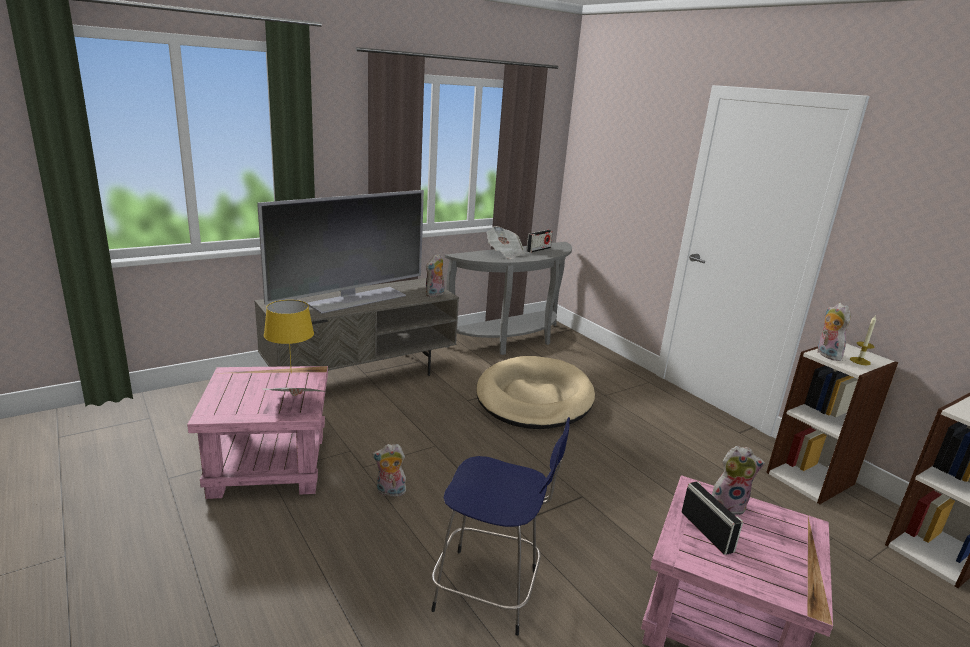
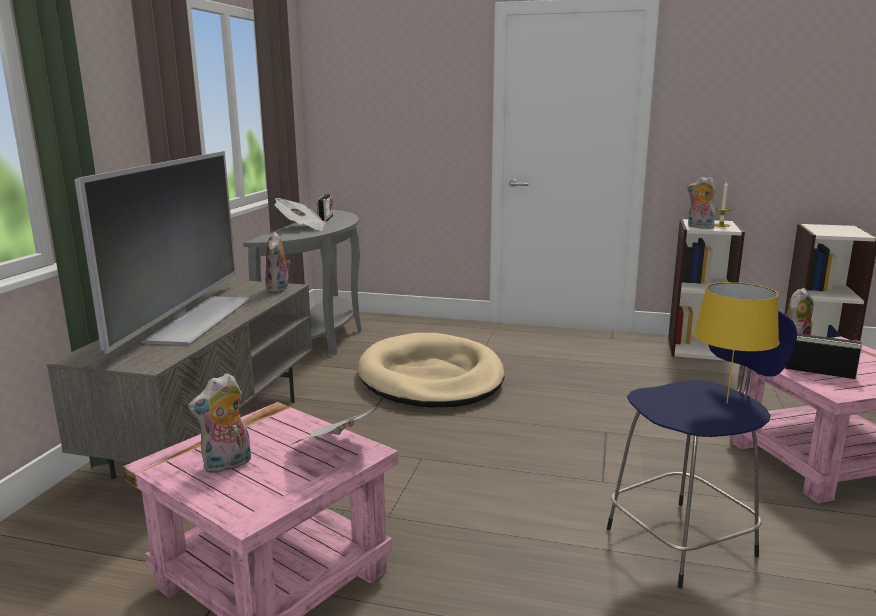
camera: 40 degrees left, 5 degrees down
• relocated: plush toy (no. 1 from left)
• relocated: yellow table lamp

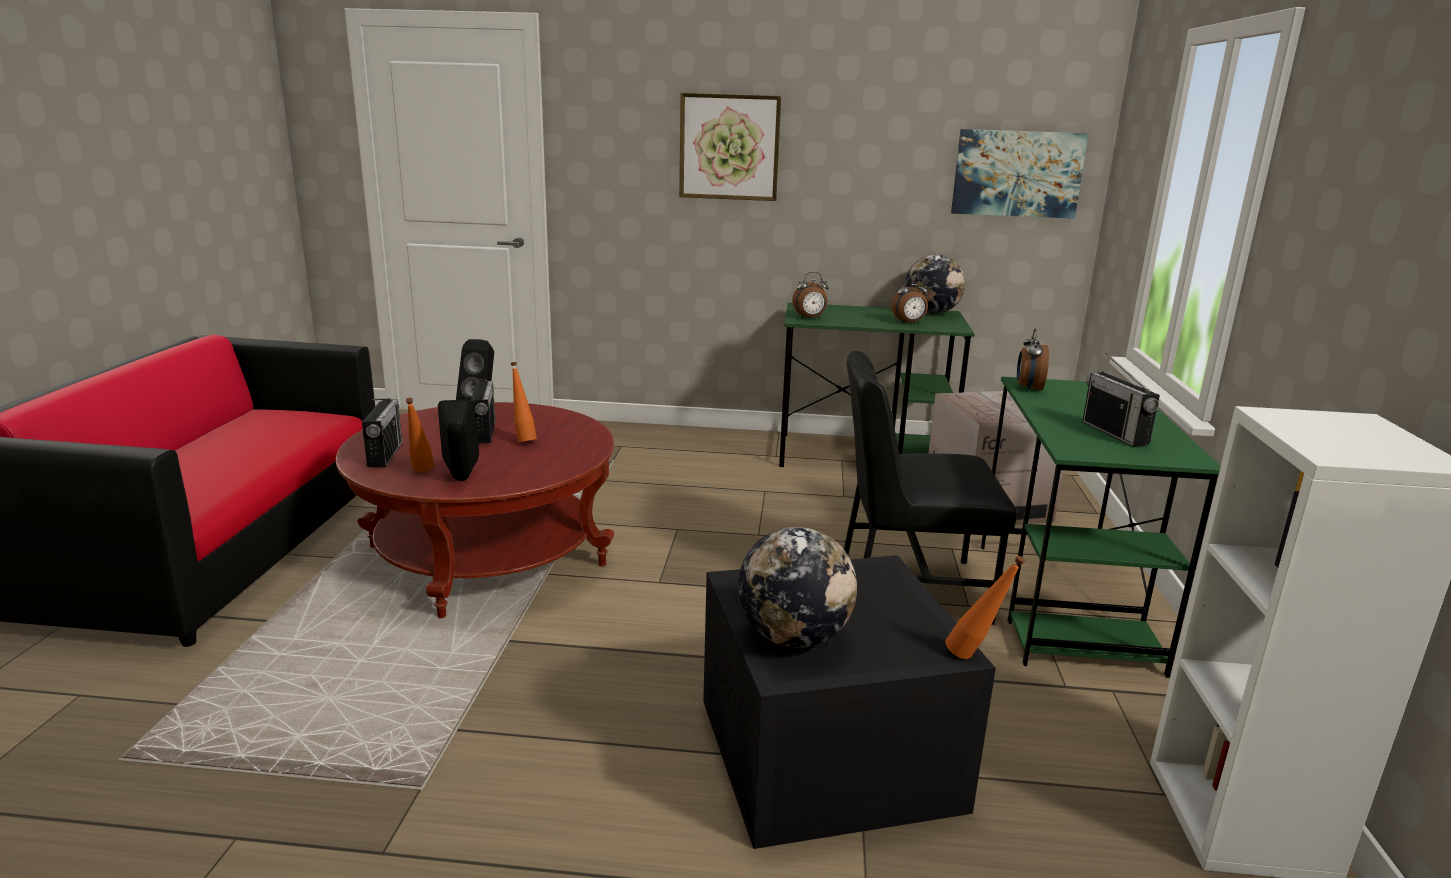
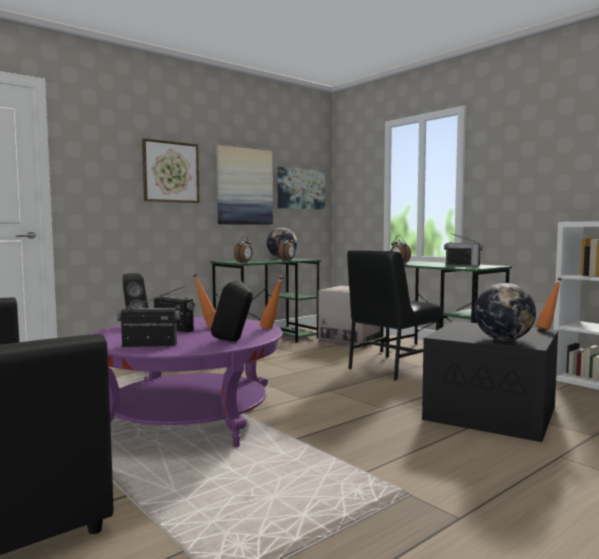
camera: 45 degrees left, 15 degrees down
• colour: red coffee table to purple coffee table
• spun: radio (no. 1 from left) 45 degrees counterclockwise
• appeared: picture (no. 2 from left)
• relocated: orange bottle (no. 1 from left in the first image) to orange bottle (no. 2 from left)

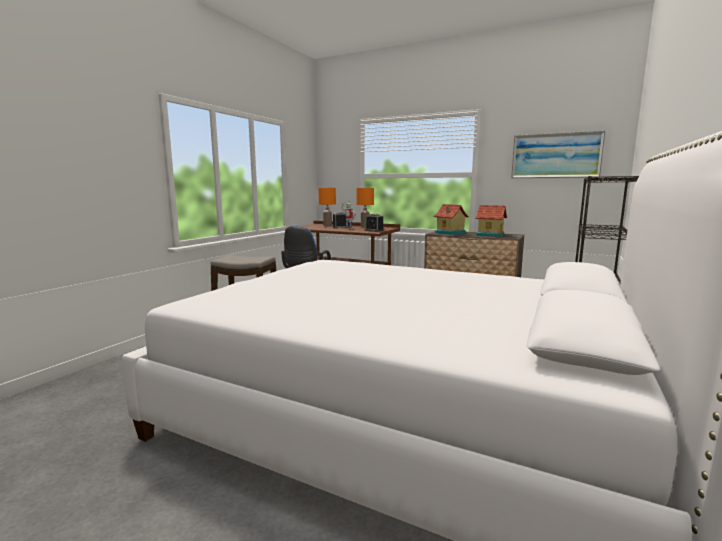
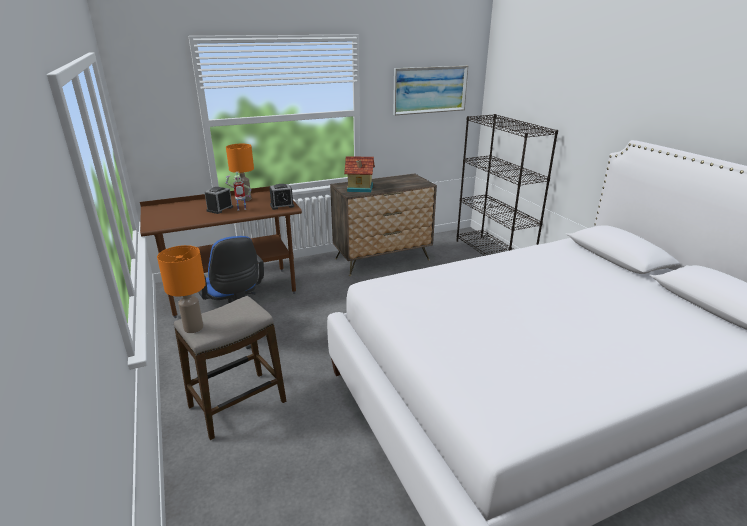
camera: 50 degrees left, 15 degrees up
• relocated: orange table lamp (no. 1 from left)
• missing: toy house (no. 2 from left)

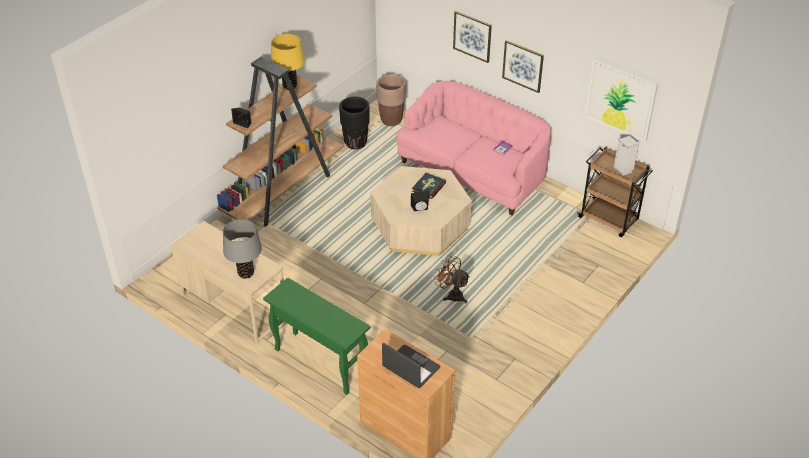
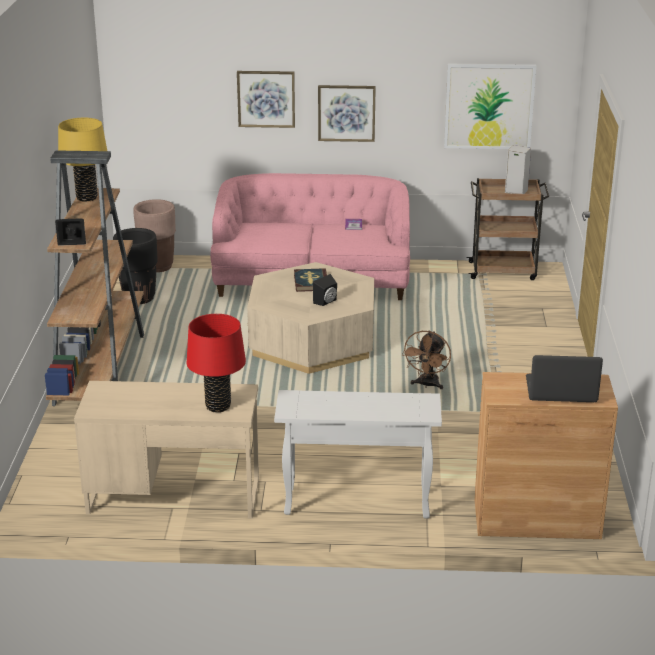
camera: 35 degrees left, 15 degrees down
• colour: grey table lamp to red table lamp
• colour: green console table to white console table
• spun: brown fan 75 degrees counterclockwise

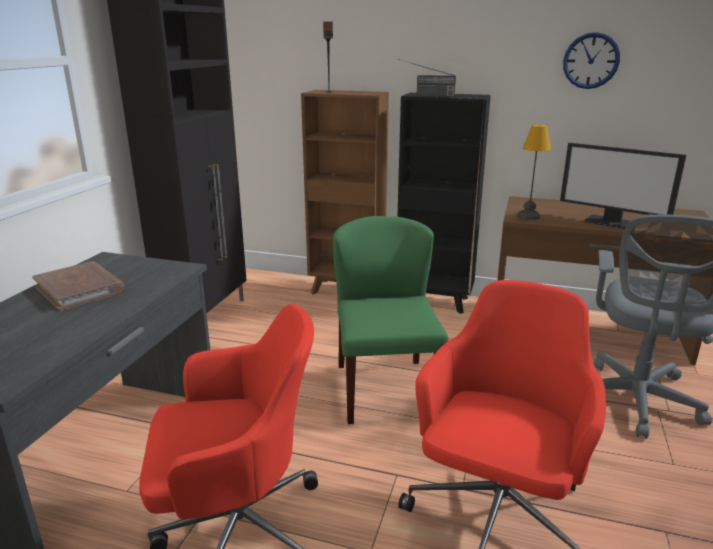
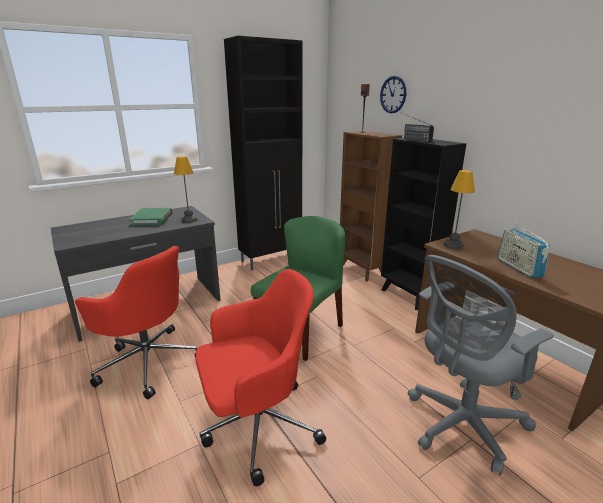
camera: 40 degrees right, 0 degrees up
• colour: brown book to green book
• appeared: table lamp (no. 1 from left)
• relocated: wall clock
• exchanged: monitor to radio (no. 2 from left)

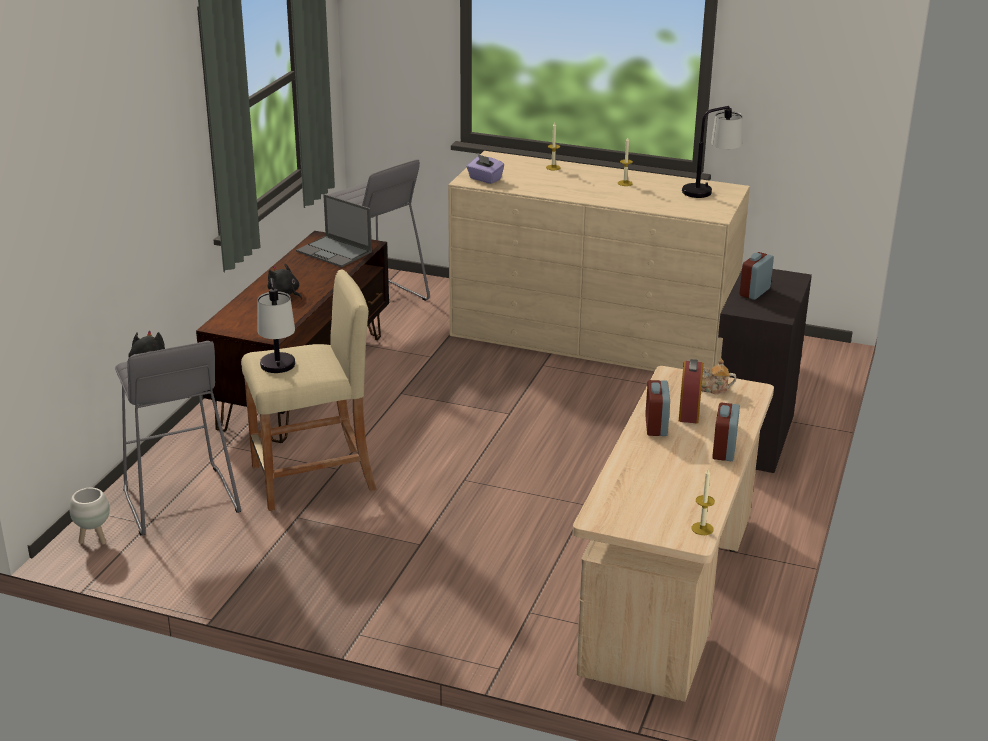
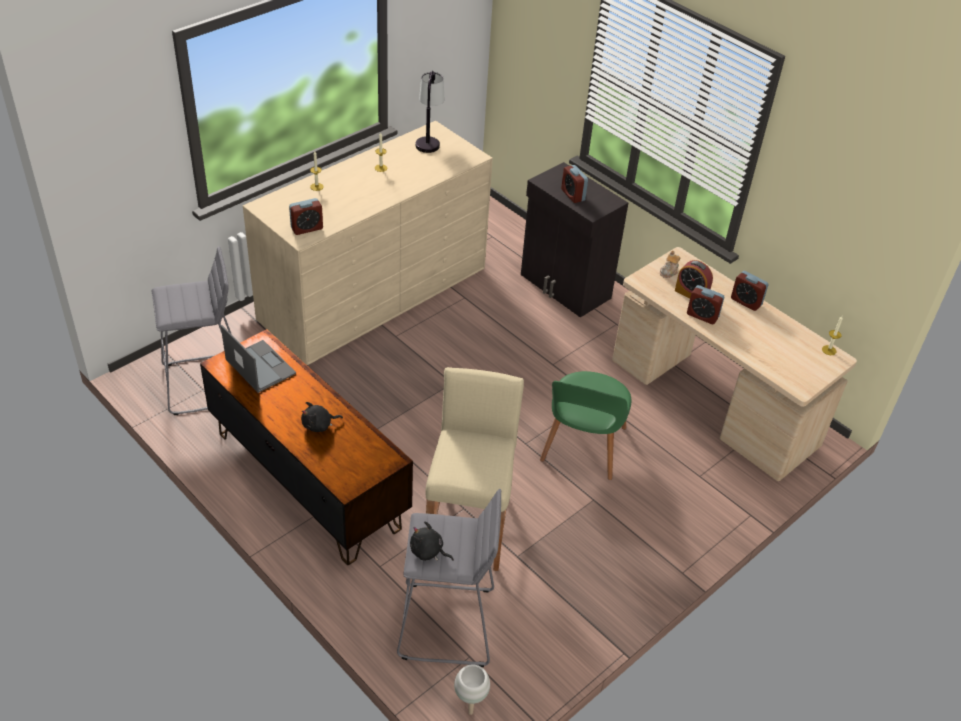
camera: 65 degrees left, 15 degrees up
• spun: laptop 105 degrees counterclockwise
• exchanged: purple tissue box to alarm clock (no. 1 from left)
• appeared: green chair
• missing: table lamp (no. 1 from left)

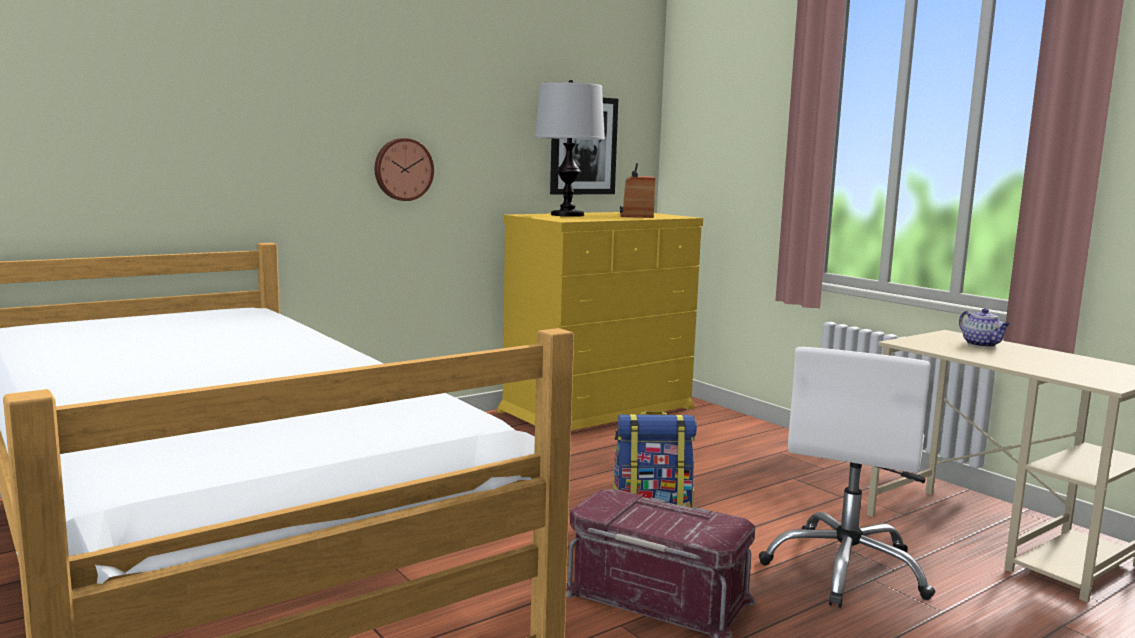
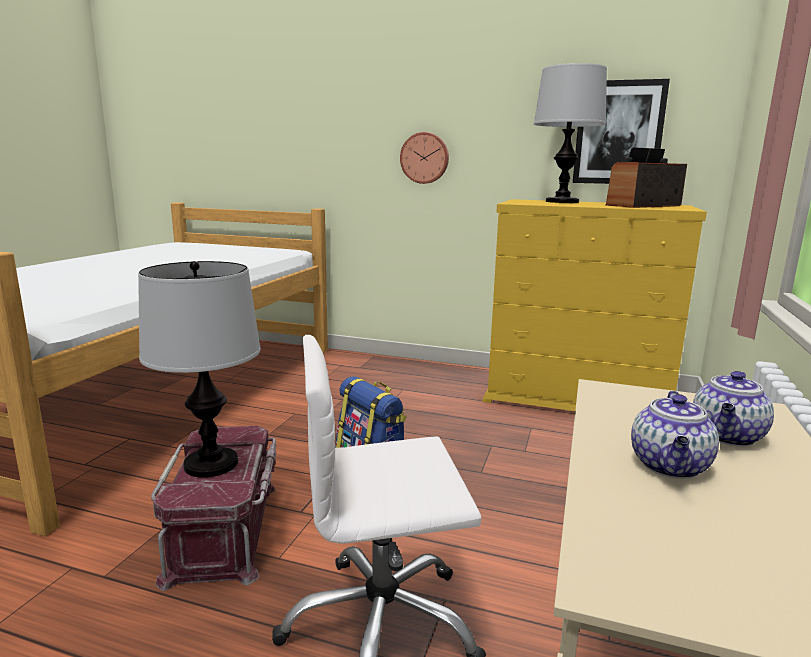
camera: 55 degrees right, 5 degrees up
• appeared: table lamp (no. 1 from left)
• appeared: teapot (no. 1 from left)

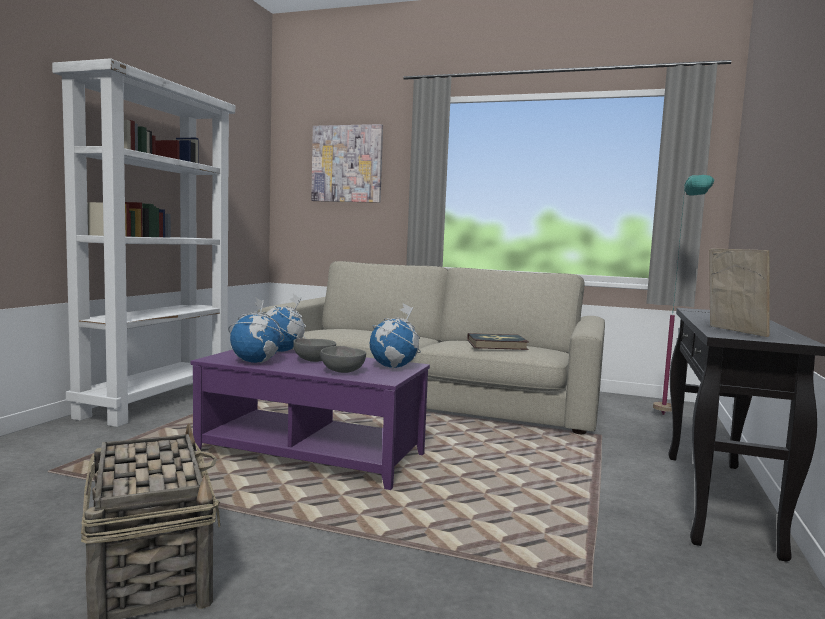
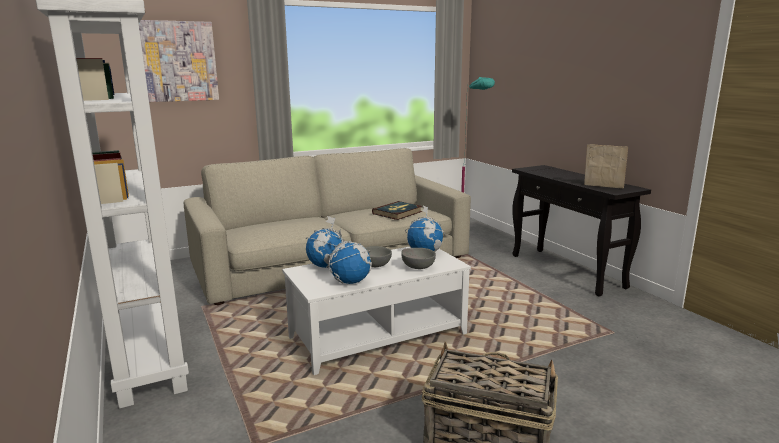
camera: 45 degrees left, 10 degrees up
• colour: purple coffee table to white coffee table

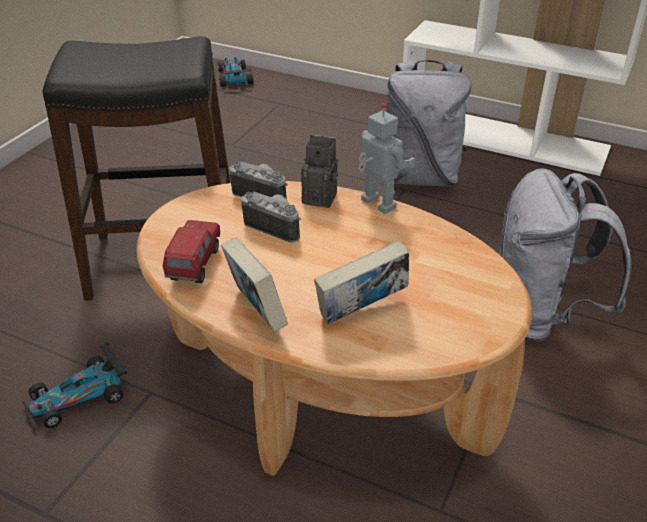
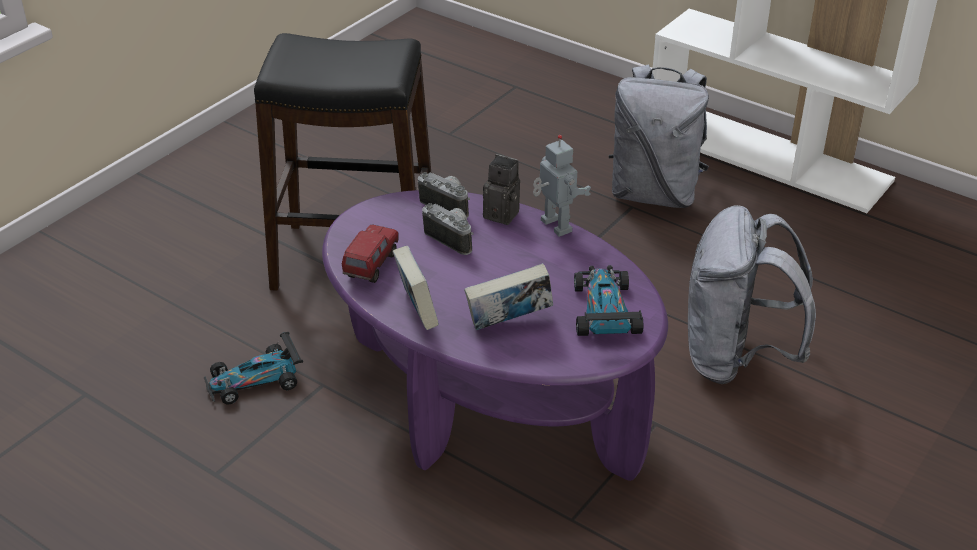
camera: 10 degrees right, 0 degrees up
• colour: brown coffee table to purple coffee table
• relocated: toy car (no. 2 from left)

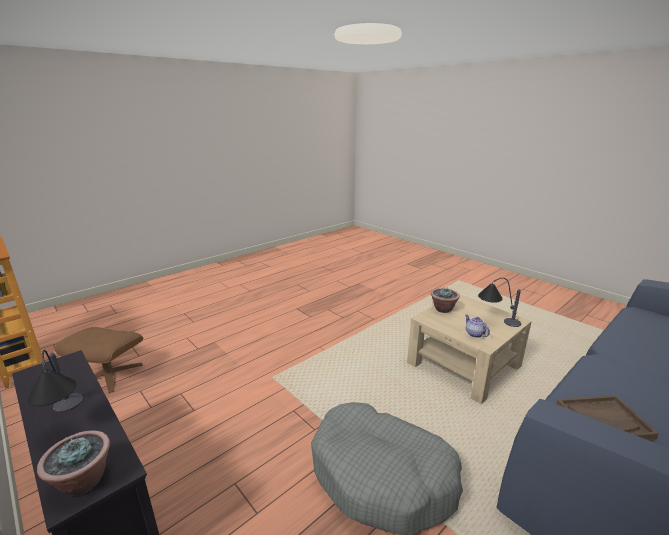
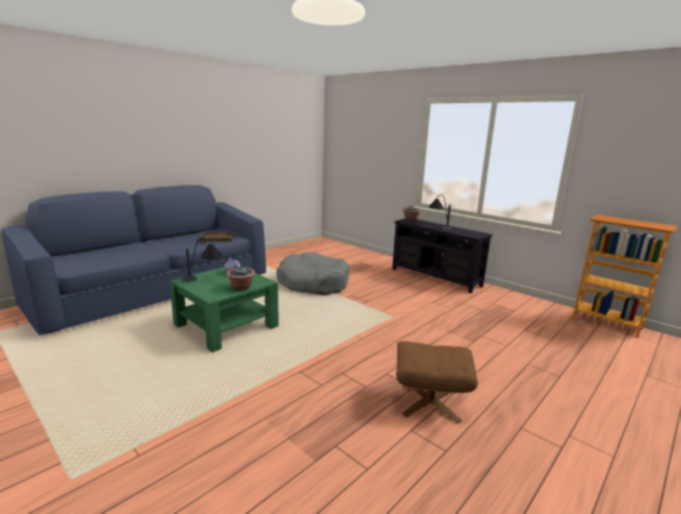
camera: 175 degrees right, 5 degrees down
• colour: beige coffee table to green coffee table
• relocated: brown ottoman

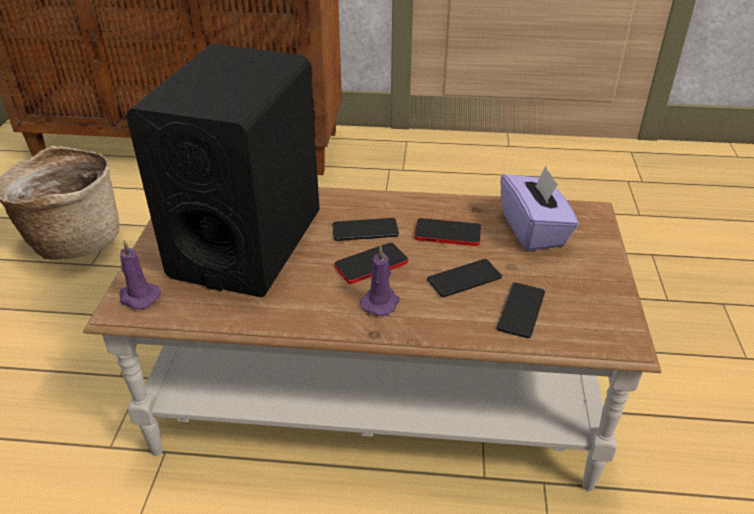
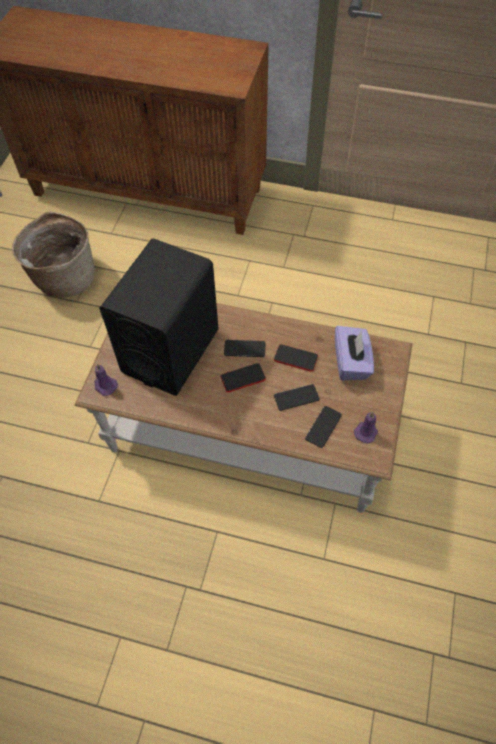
camera: 10 degrees right, 20 degrees up
• relocated: purple candle (no. 2 from left)

